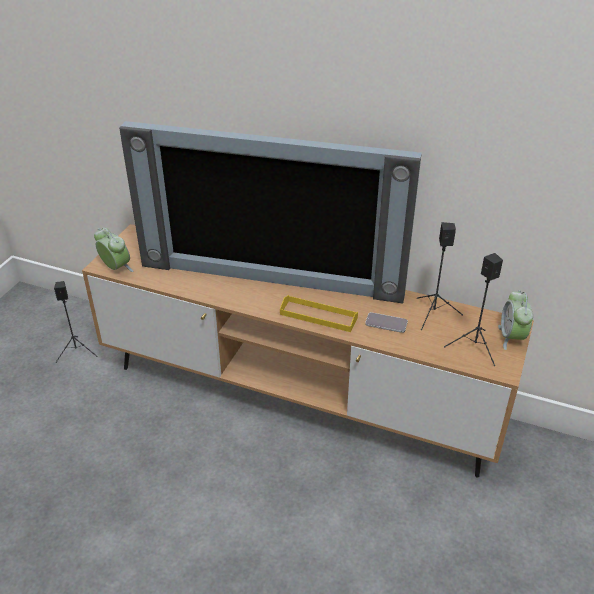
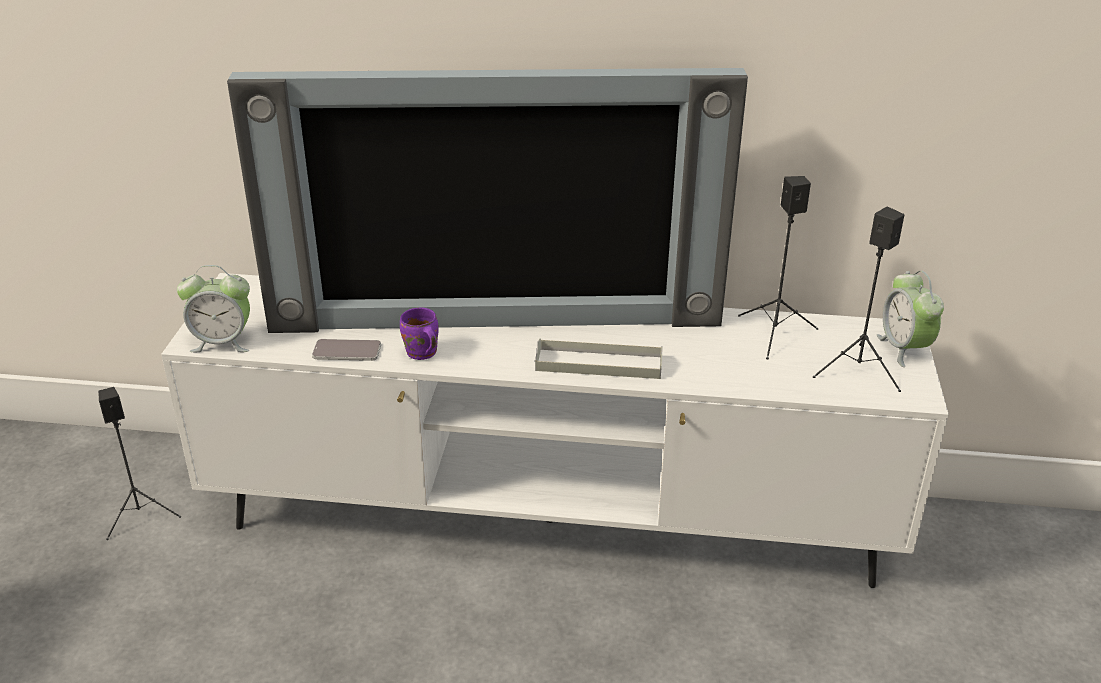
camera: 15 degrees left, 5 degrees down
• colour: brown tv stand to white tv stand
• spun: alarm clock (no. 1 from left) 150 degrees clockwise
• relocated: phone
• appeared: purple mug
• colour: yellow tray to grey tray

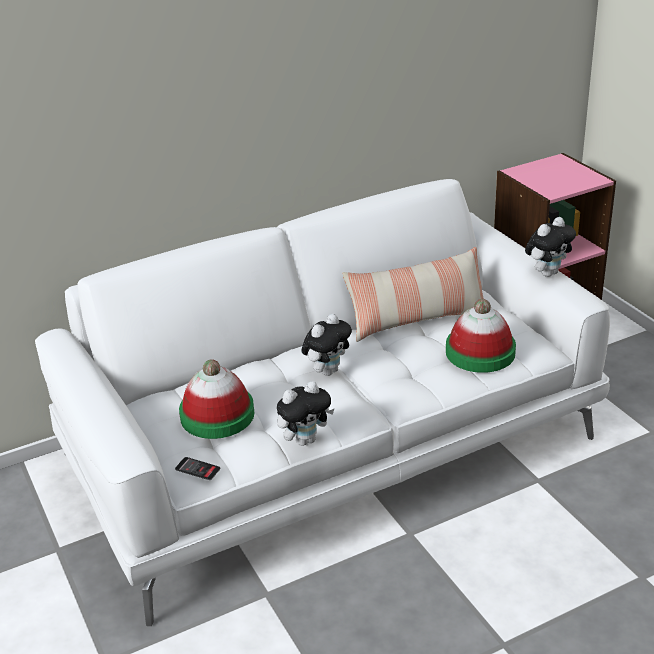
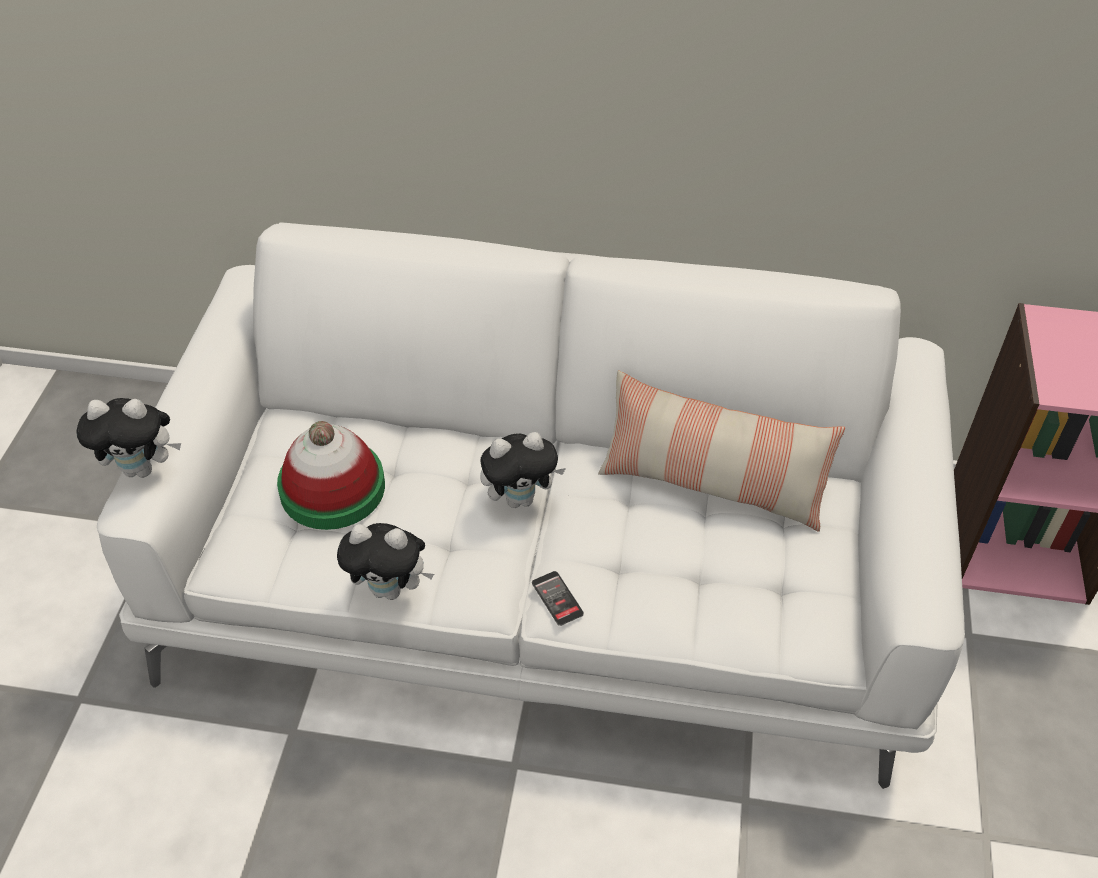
camera: 35 degrees right, 15 degrees up
• relocated: plush toy (no. 3 from left in the first image) to plush toy (no. 1 from left)
• relocated: phone
• missing: hat (no. 2 from left)

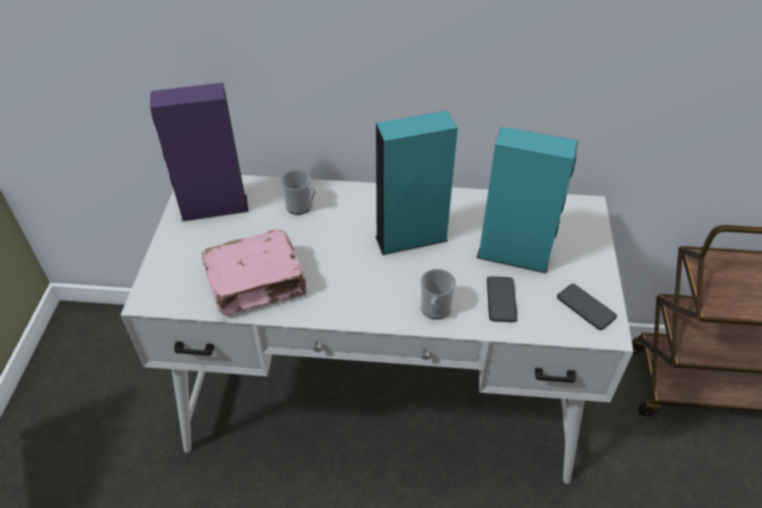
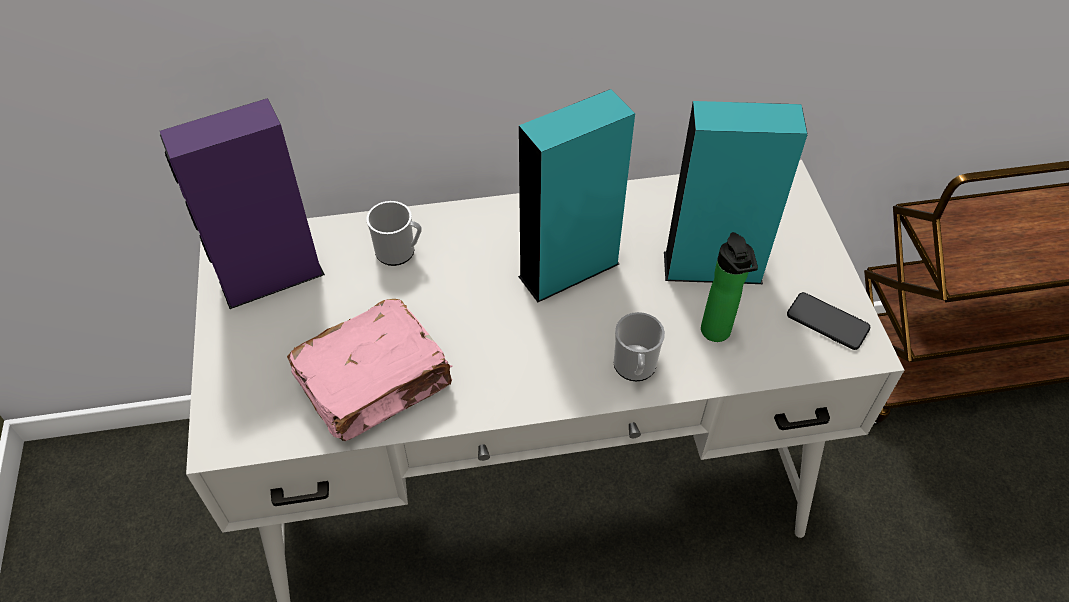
camera: 15 degrees left, 5 degrees up
• exchanged: phone (no. 1 from left) to bottle

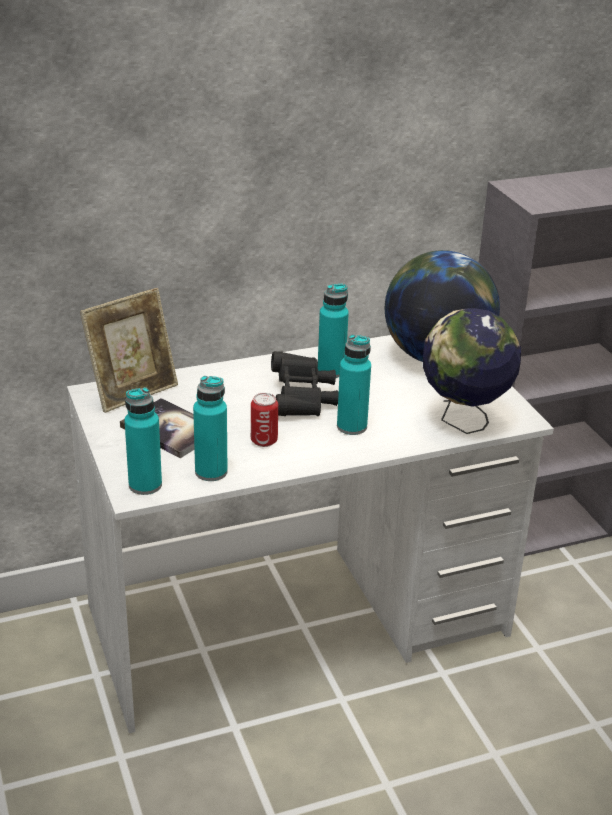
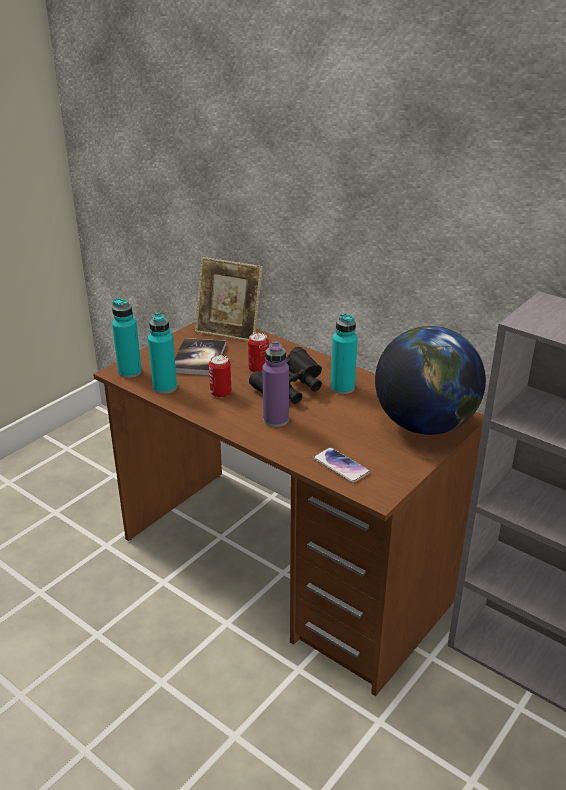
camera: 60 degrees right, 0 degrees up
• colour: white desk to brown desk
• appeared: can (no. 2 from left)
• colour: turquoise bottle (no. 4 from left) to purple bottle
• exchanged: globe (no. 2 from left) to phone

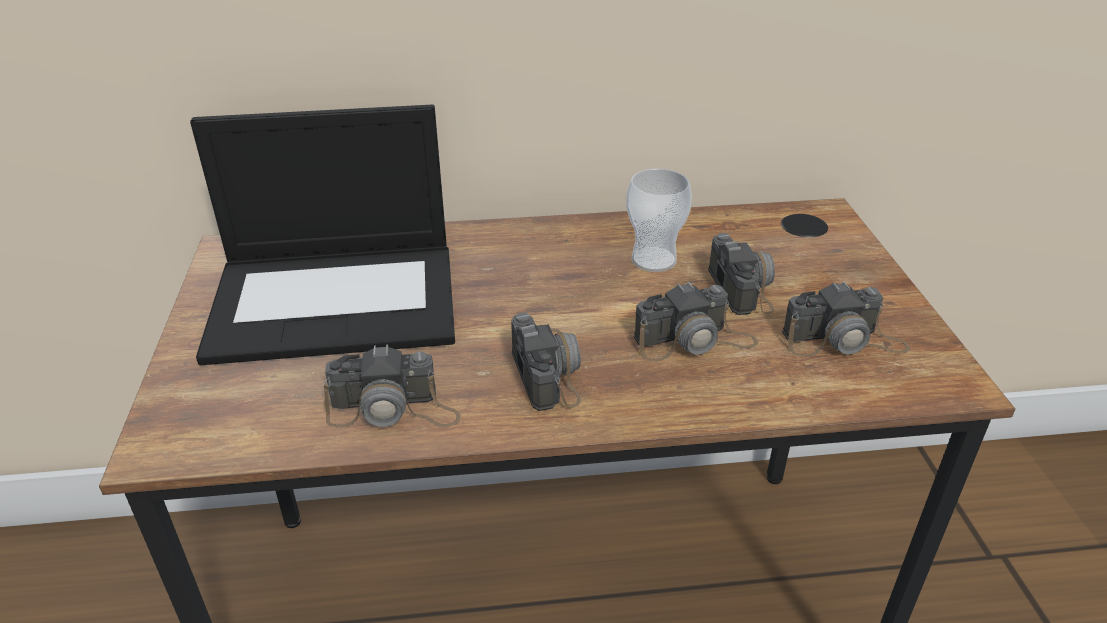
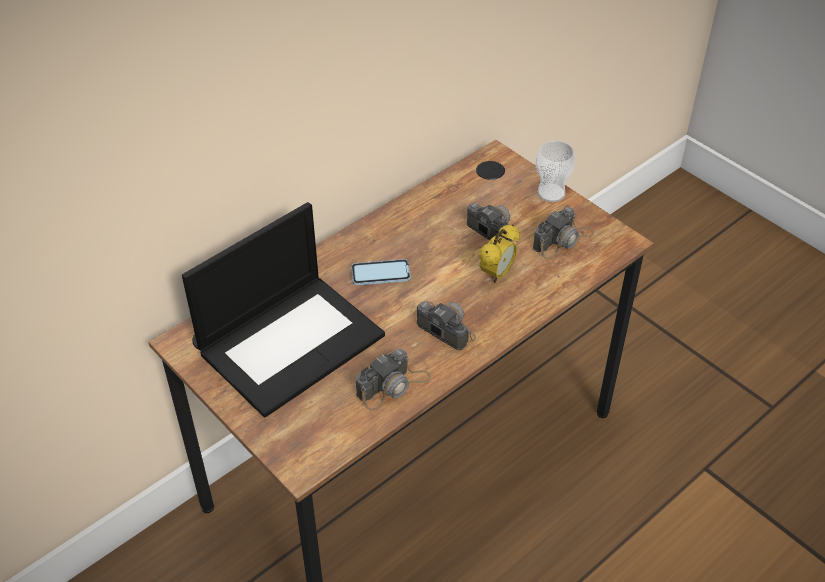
camera: 35 degrees left, 10 degrees up
• appeared: phone
• exchanged: photo camera (no. 3 from left) to alarm clock
• relocated: cup

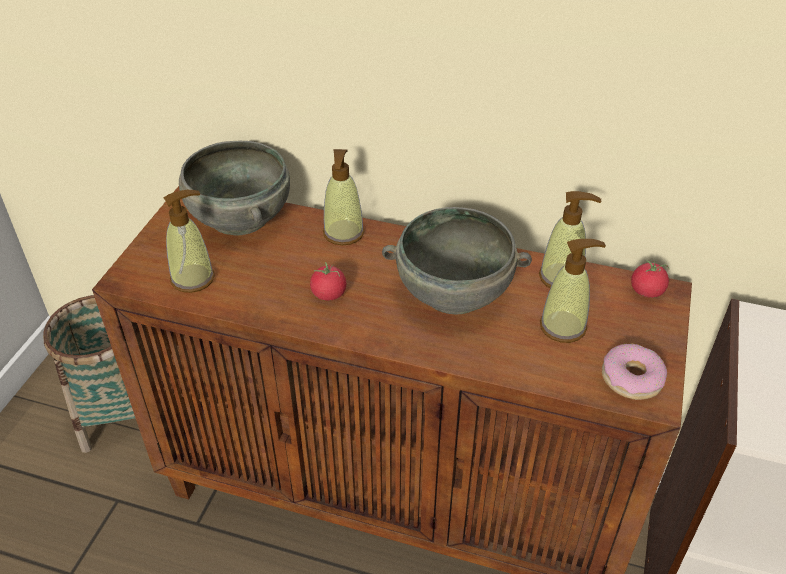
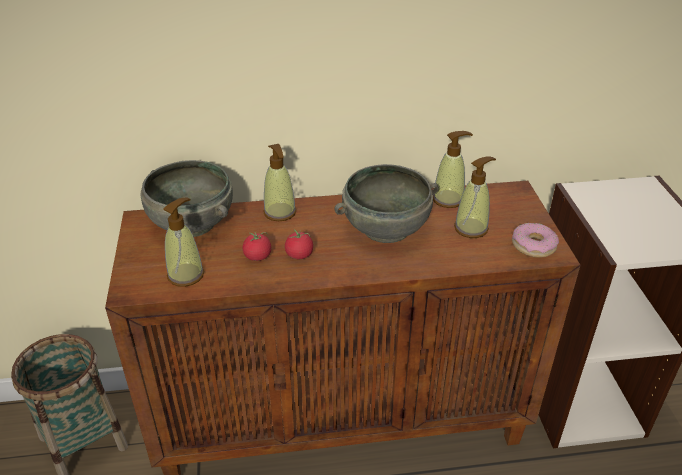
camera: 25 degrees left, 5 degrees down
• relocated: tomato (no. 2 from left in the first image) to tomato (no. 1 from left)

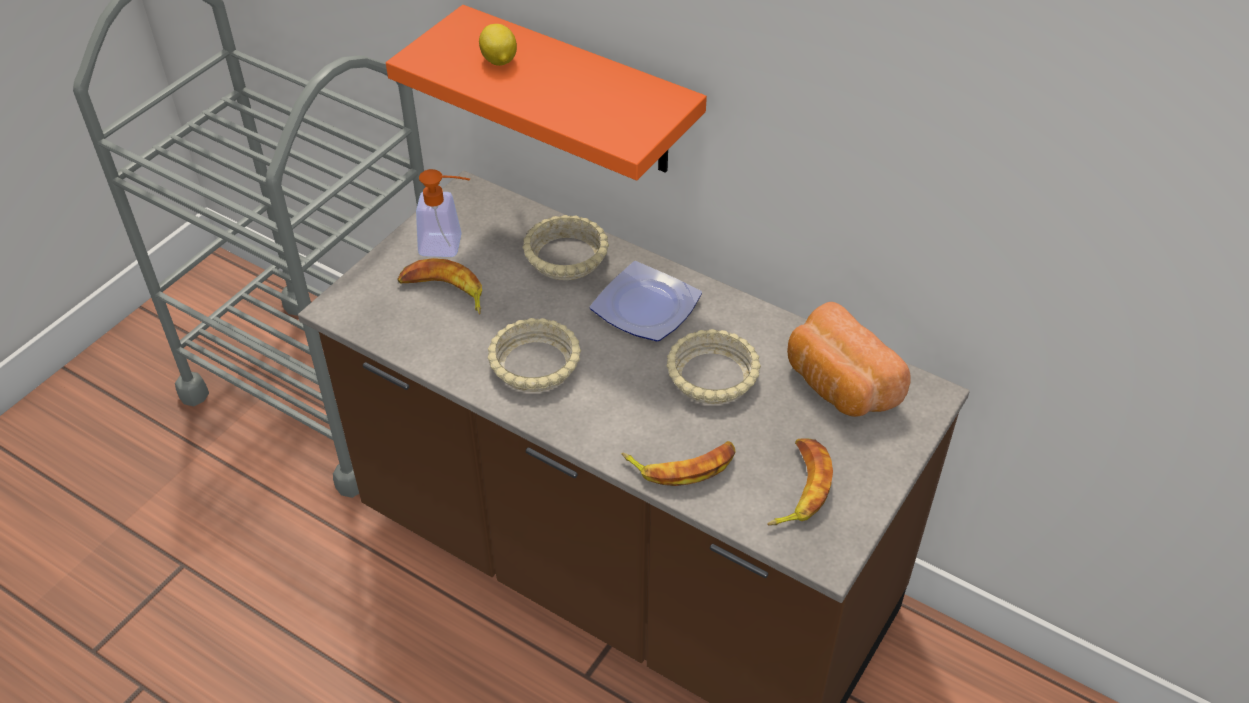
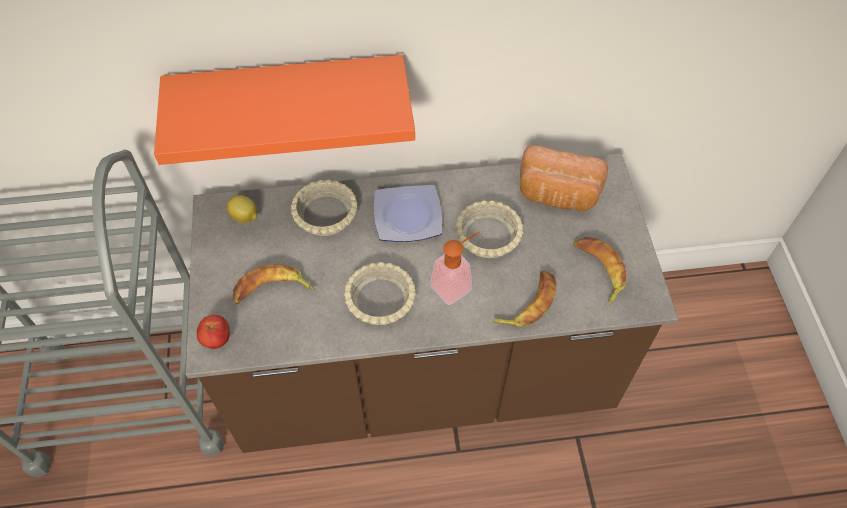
camera: 40 degrees left, 10 degrees up
• appeared: tomato
• relocated: lemon
• relocated: soap dispenser

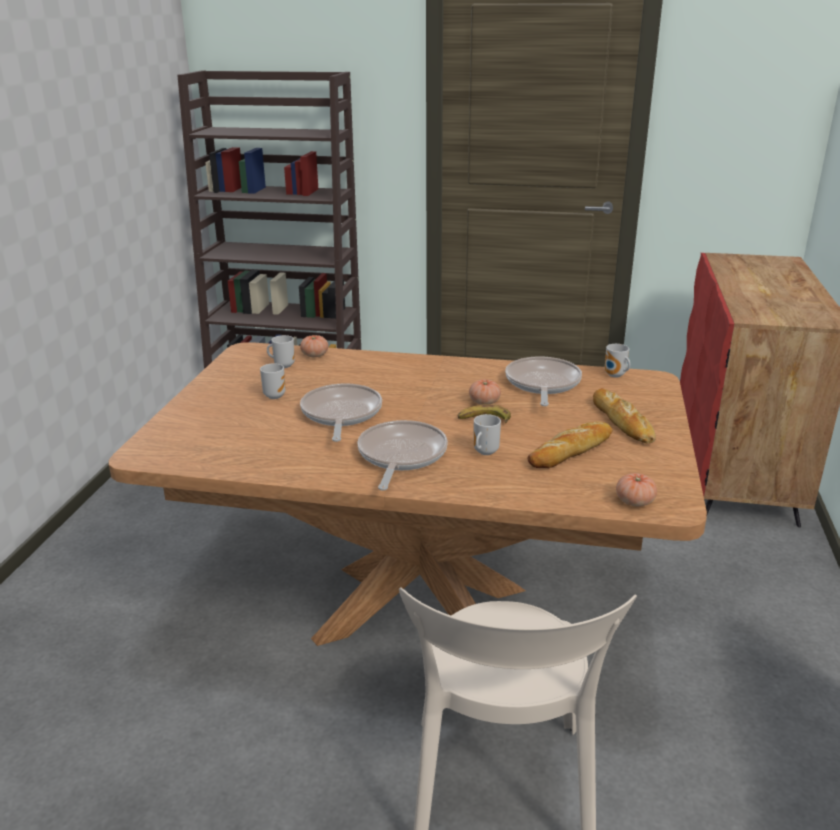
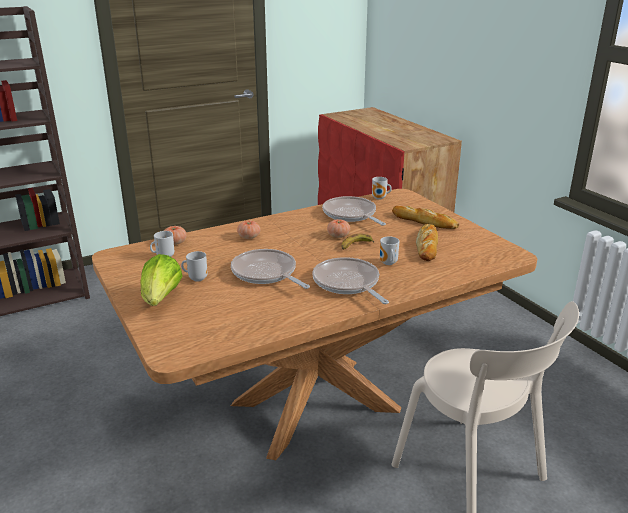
camera: 40 degrees left, 0 degrees up
• appeared: lettuce
• relocated: tomato (no. 3 from left in the first image) to tomato (no. 2 from left)

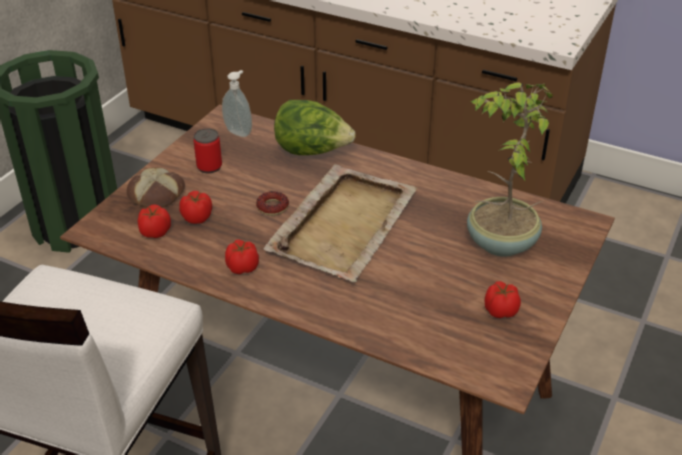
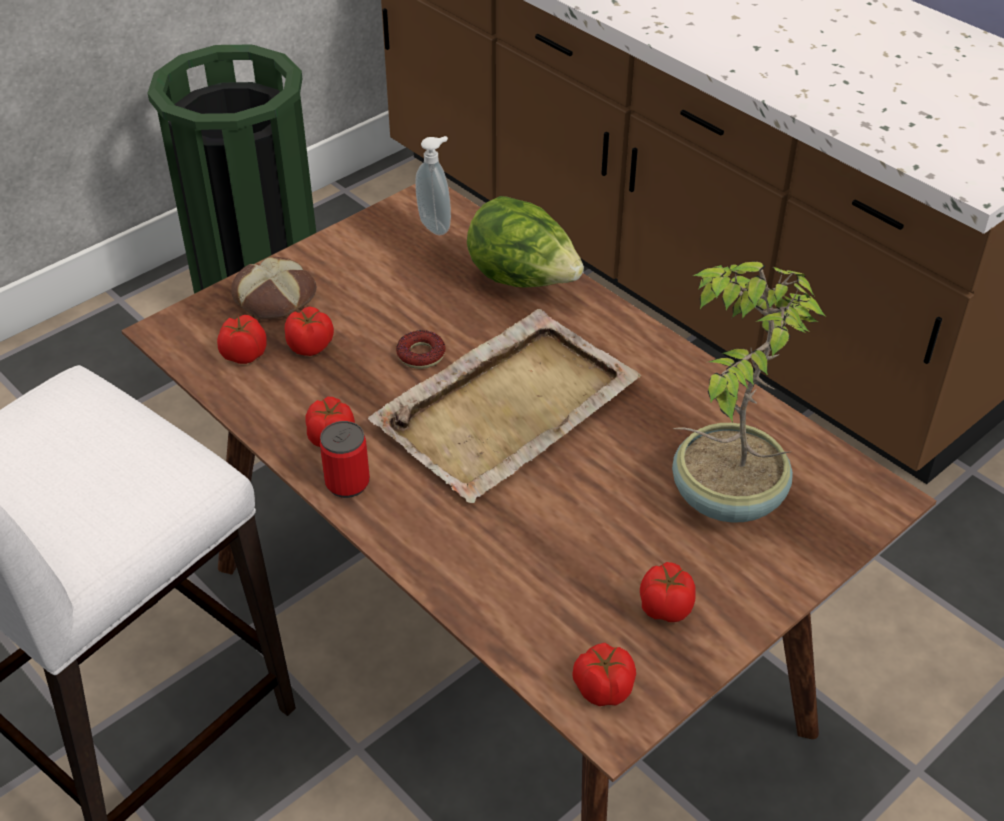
camera: 20 degrees right, 5 degrees up
• relocated: can
• appeared: tomato (no. 4 from left)

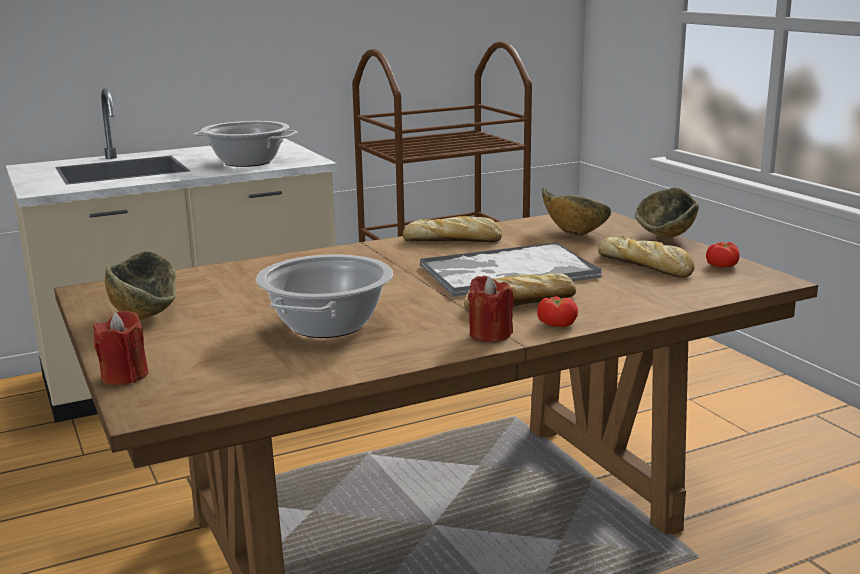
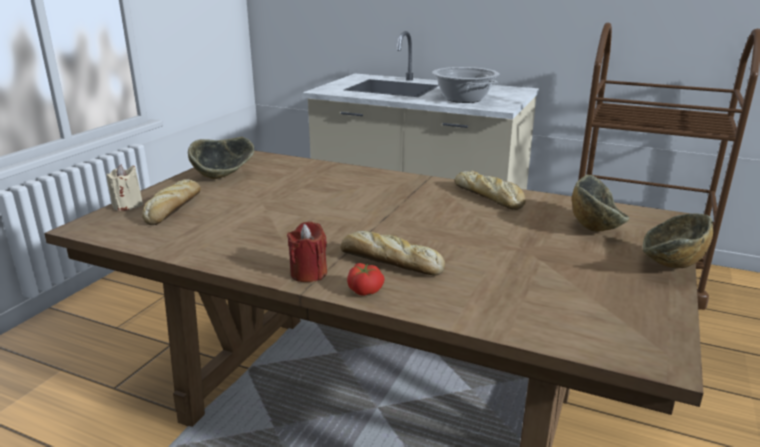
camera: 50 degrees right, 5 degrees up
• colour: red candle (no. 1 from left) to beige candle
• relocated: bread (no. 3 from left in the first image) to bread (no. 1 from left)
• missing: cooking pot (no. 2 from left)
• missing: tray
• missing: tomato (no. 2 from left)

